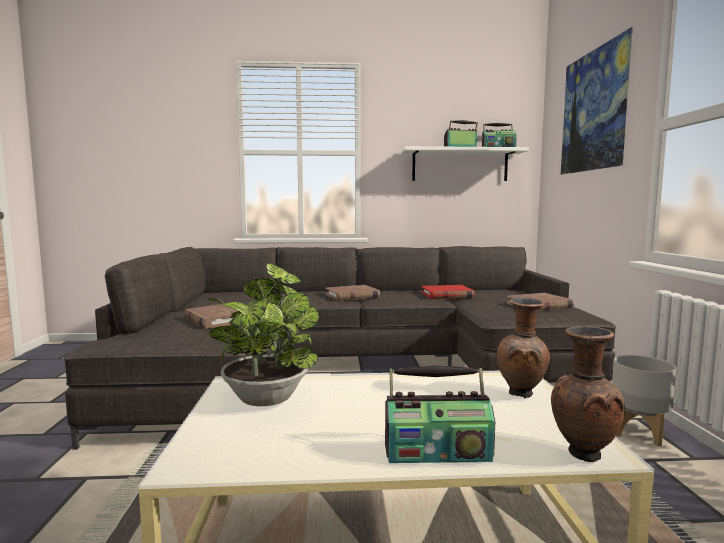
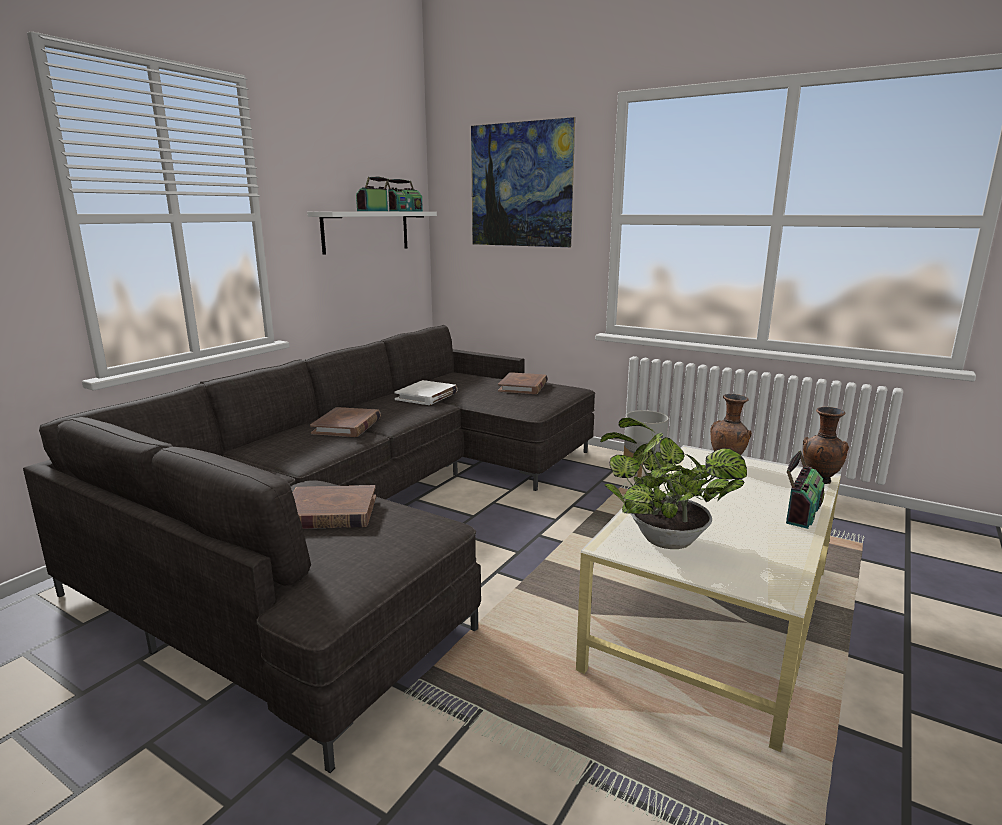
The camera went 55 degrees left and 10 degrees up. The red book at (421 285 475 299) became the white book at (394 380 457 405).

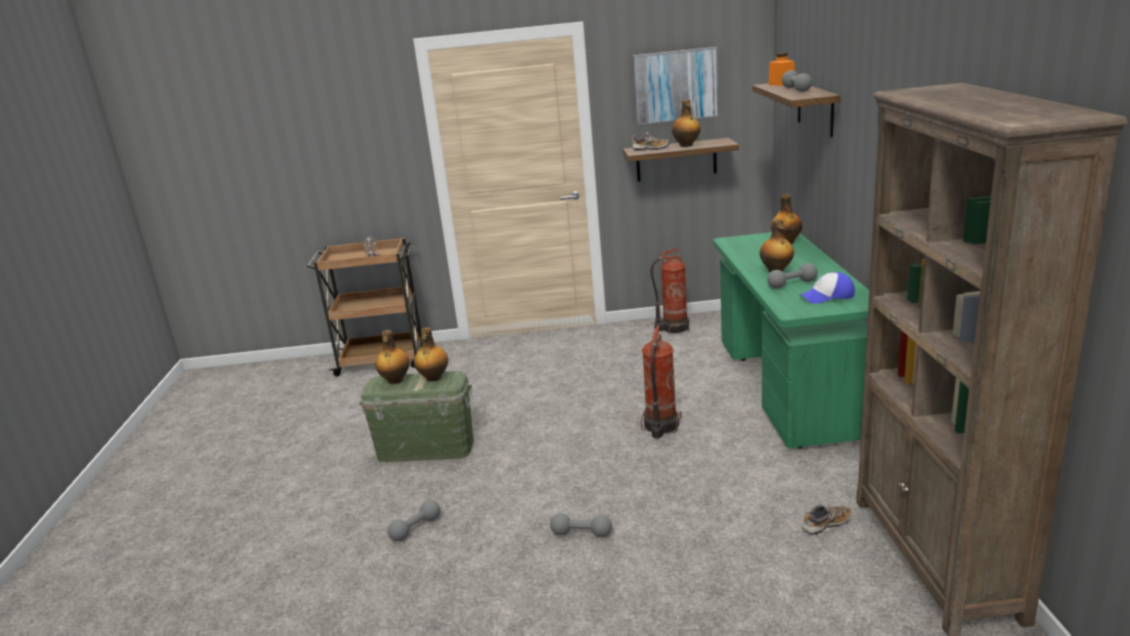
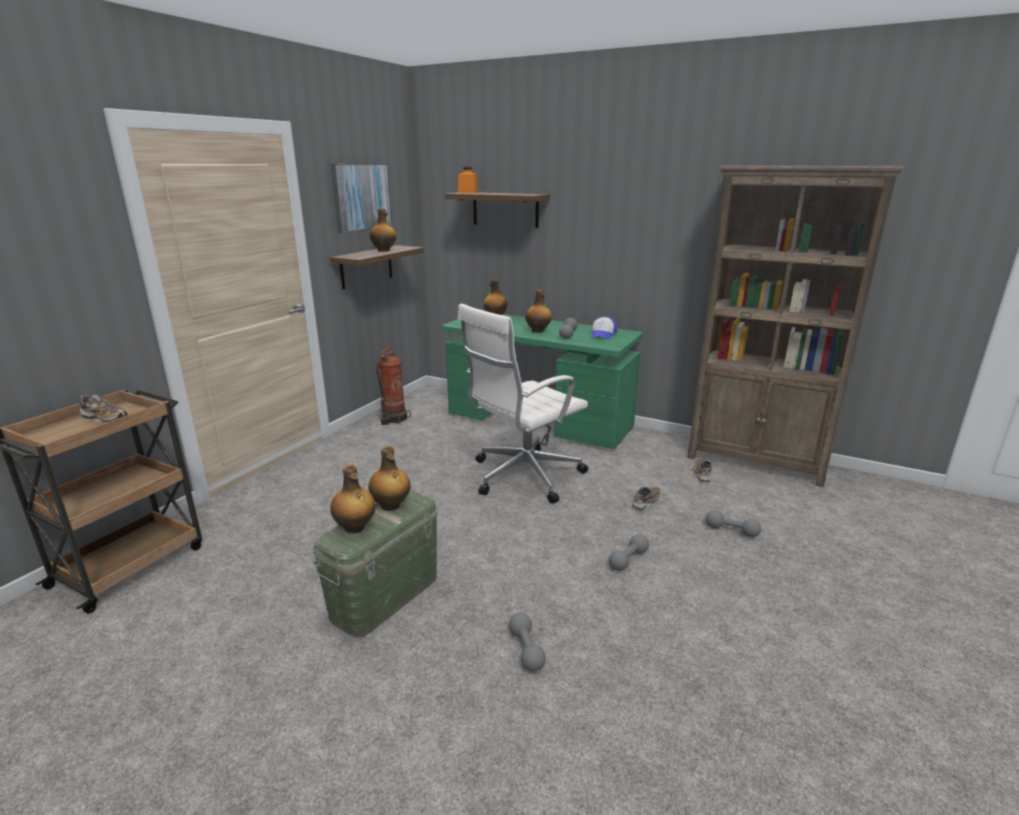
The camera went 60 degrees left and 0 degrees up. The shoe moved from (631 132 670 151) to (632 487 661 510). The fire extinguisher at (641 325 682 438) was replaced by the white office chair at (458 304 588 504). The grey dumbbell moved from (782 70 812 92) to (706 510 761 537).

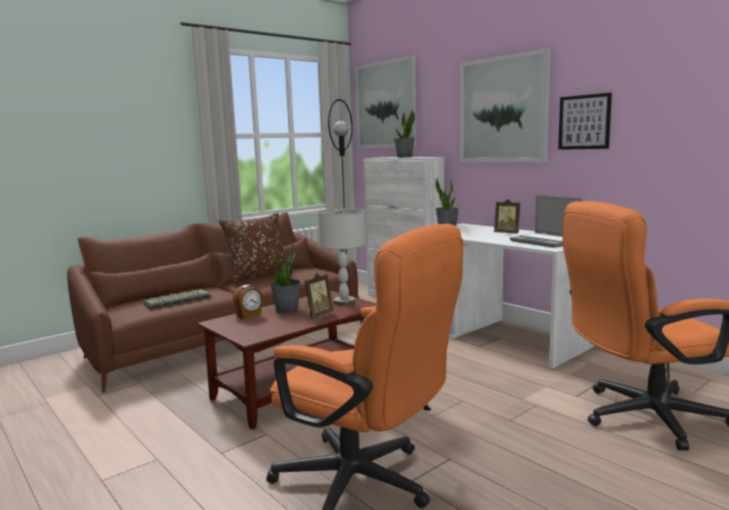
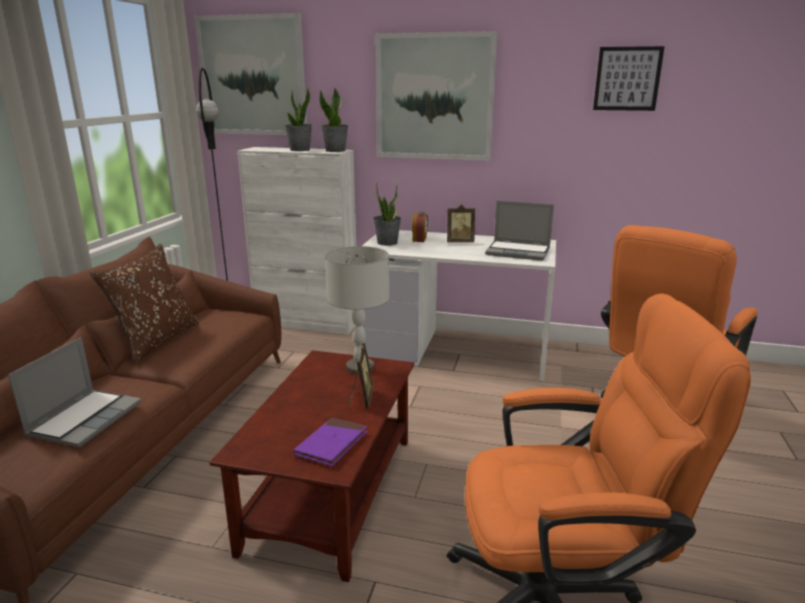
The camera went 35 degrees left and 10 degrees up. The keyboard at (143 289 211 309) was replaced by the laptop at (8 337 141 447). The alarm clock moved from (233 284 263 319) to (412 212 428 242). The potted plant moved from (270 241 301 313) to (320 88 349 152). The picture moved from (558 93 612 150) to (593 46 665 111). The purple book at (294 418 367 466) appeared.

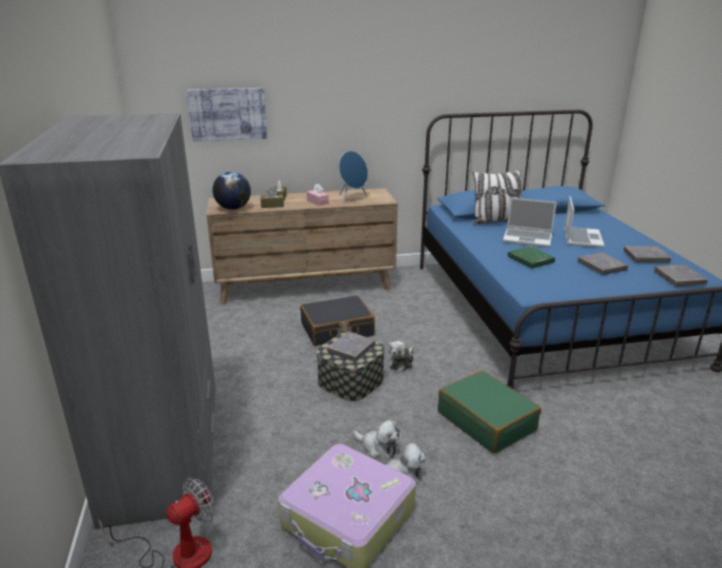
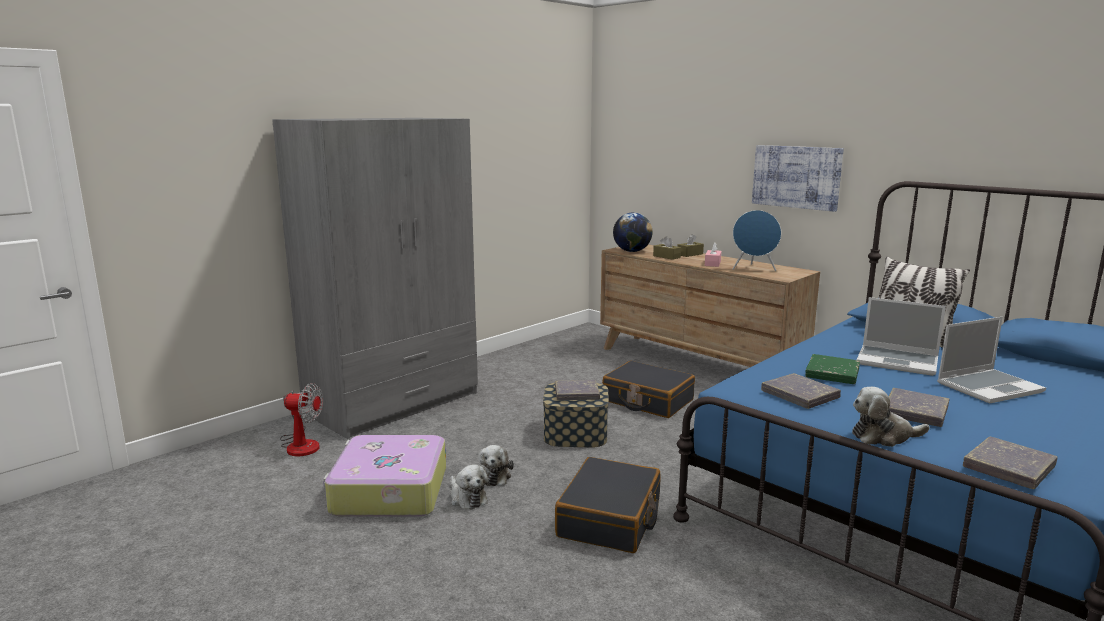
The camera went 55 degrees right and 10 degrees down. The picture moved from (186 88 267 142) to (752 145 844 212). The plush toy moved from (388 341 414 372) to (852 387 929 447). The green suitcase at (438 370 541 454) became the black suitcase at (555 457 661 553). The laptop at (503 197 557 248) turned 45 degrees counterclockwise. The grey book moved from (624 246 671 263) to (761 373 841 409).

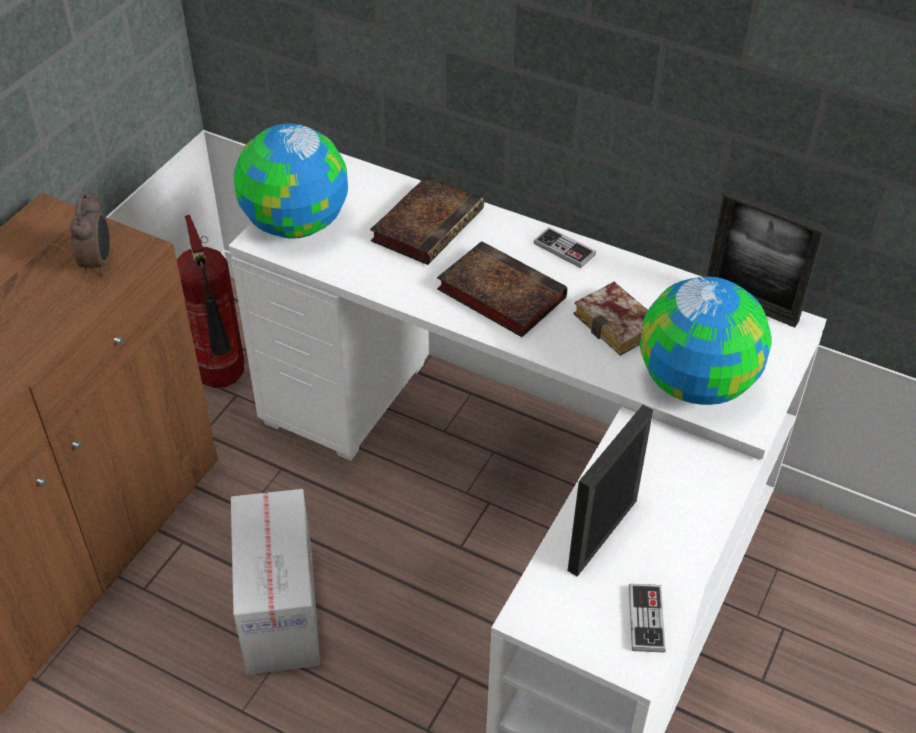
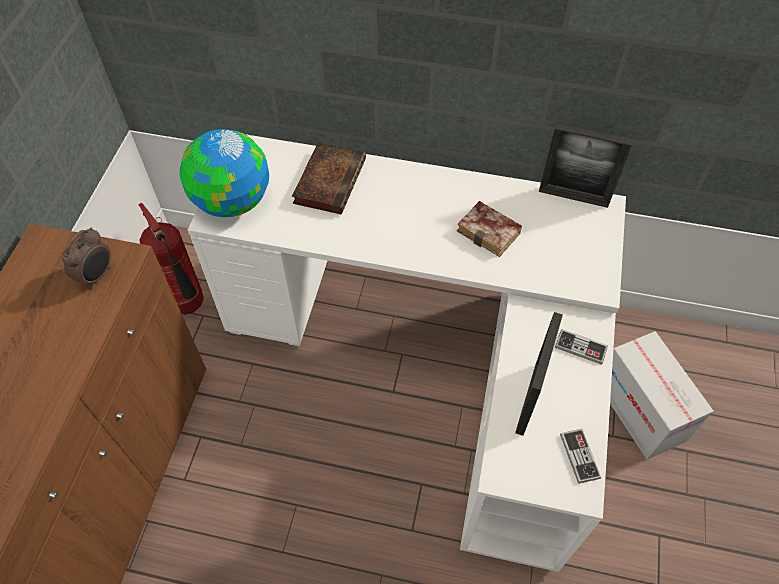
The camera went 15 degrees left and 10 degrees up. The alarm clock at (70 192 110 275) turned 45 degrees clockwise. The cardboard box moved from (231 489 320 675) to (610 331 714 459). The book at (437 241 567 337) disappeared. The game controller moved from (534 227 596 268) to (555 329 608 365). The globe at (640 277 772 405) disappeared.

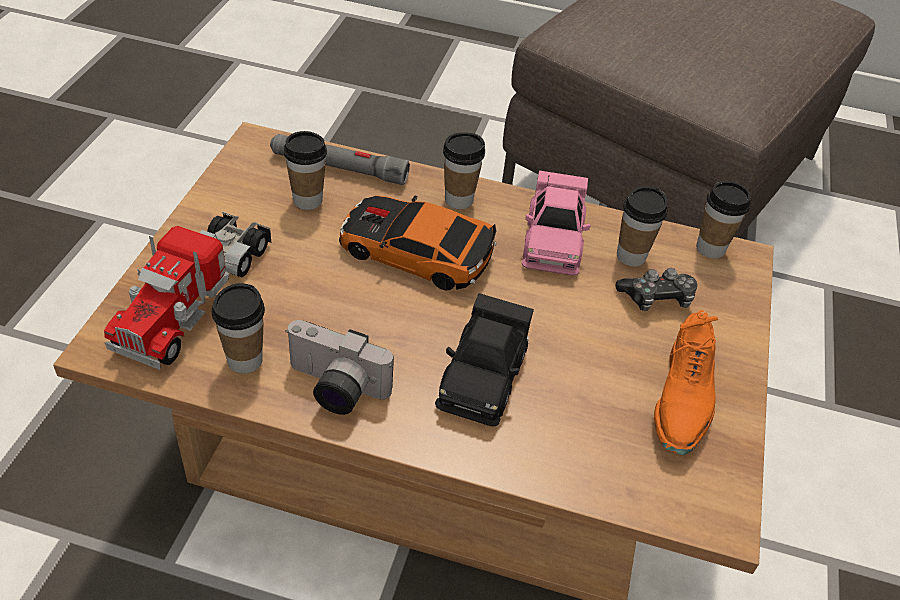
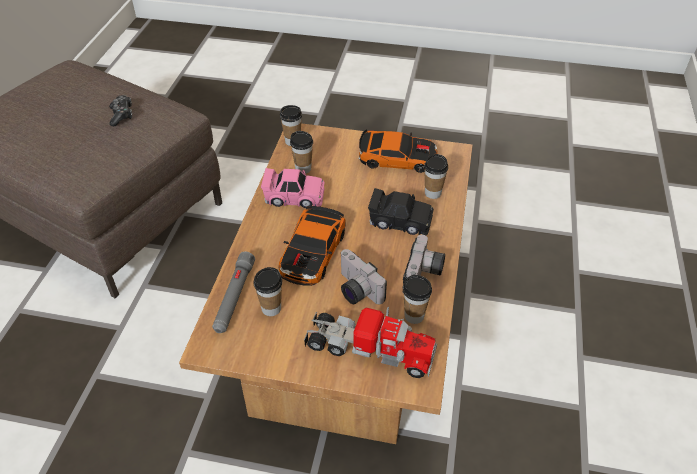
The camera went 90 degrees left and 0 degrees up. The cup moved from (443 132 485 209) to (424 154 448 199). The game controller moved from (615 268 697 311) to (109 95 132 126). The orange shoe at (654 310 718 455) was replaced by the toy car at (358 130 438 173). The photo camera at (340 249 387 304) appeared.

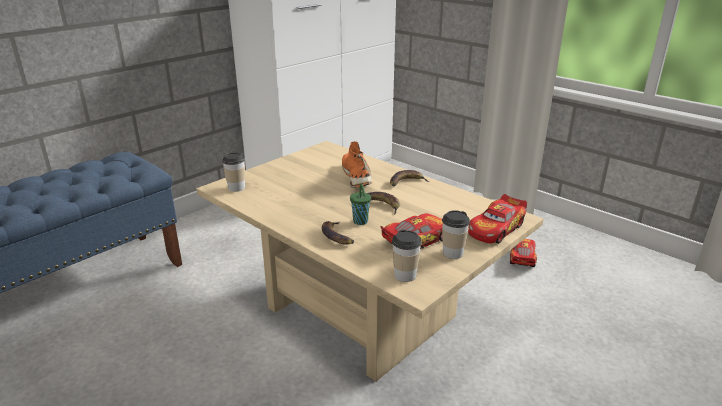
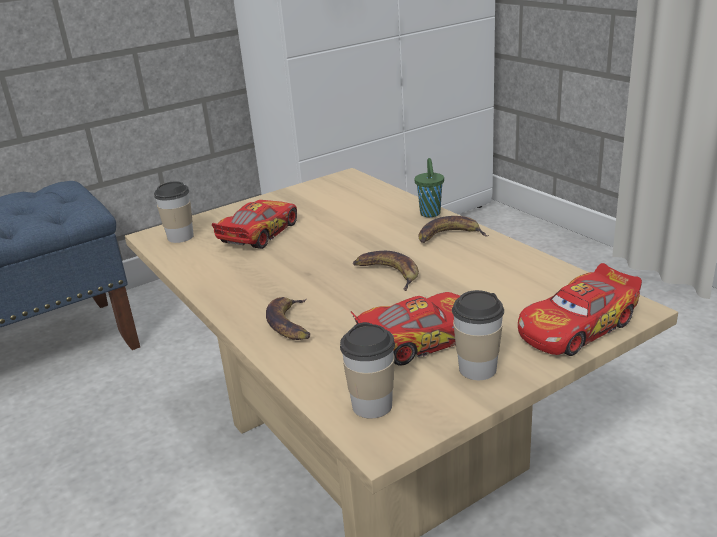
The camera went 15 degrees right and 0 degrees up. The orange shoe at (342 141 372 187) disappeared. The green cup moved from (350 184 371 225) to (415 158 444 217). The toy car moved from (510 239 537 267) to (212 200 297 249).

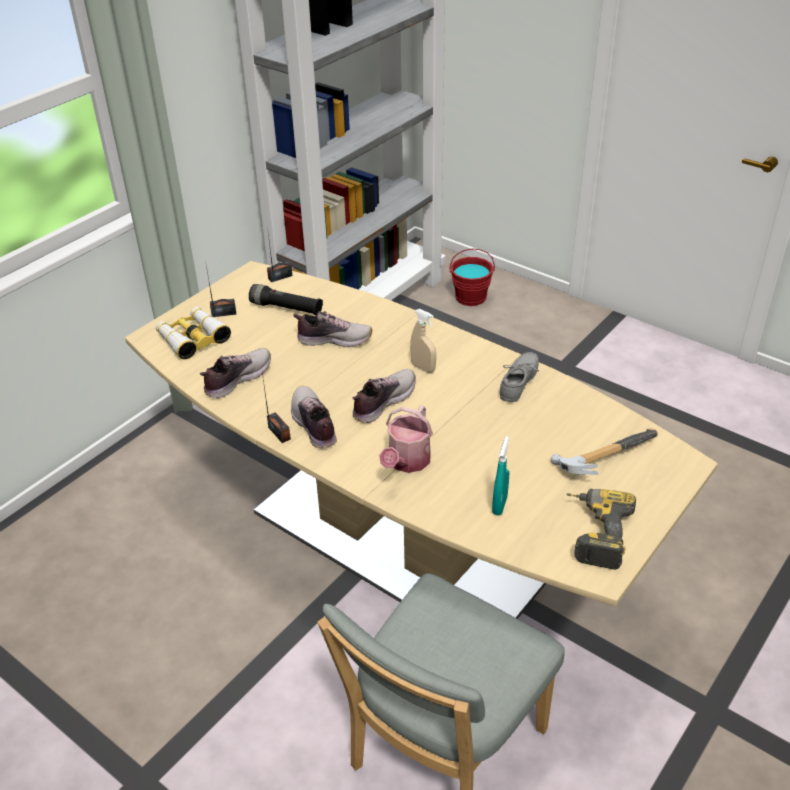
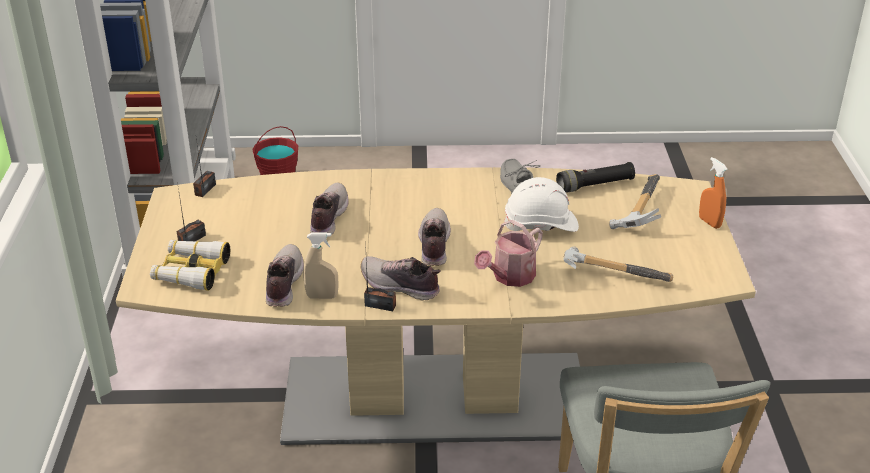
The camera went 40 degrees left and 5 degrees down. The black flashlight moved from (249 284 323 316) to (556 162 635 192). The shoe at (293 311 372 347) turned 45 degrees counterclockwise. The watering can at (379 406 433 473) turned 60 degrees clockwise. The beige spray bottle moved from (410 309 436 373) to (303 232 338 299). The turquoise spray bottle at (492 436 509 515) was replaced by the hammer at (563 247 673 282). The power drill at (566 489 636 570) disappeared. The white hard hat at (504 177 579 232) appeared. The orange spray bottle at (699 157 728 229) appeared.

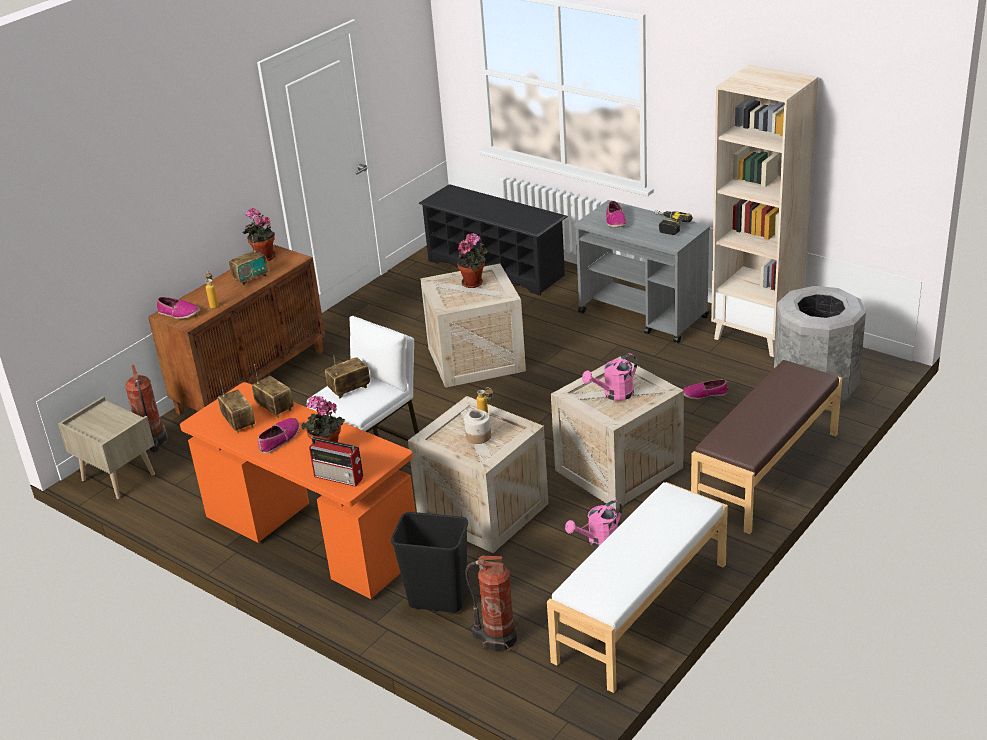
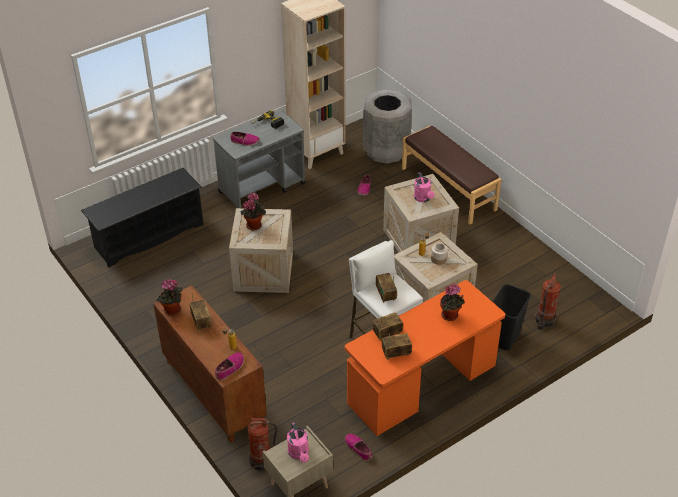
The camera went 75 degrees left and 10 degrees up. The shoe moved from (258 418 300 454) to (345 434 372 461). The radio at (309 437 363 487) disappeared. The white bench at (547 482 728 693) disappeared. The pink watering can moved from (565 500 622 548) to (287 422 309 463).

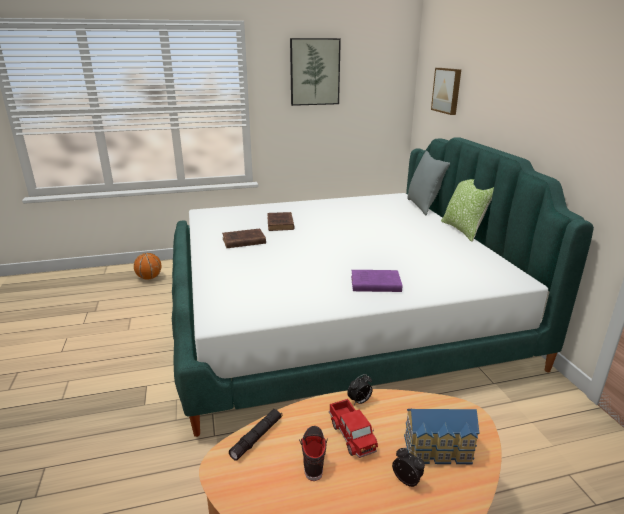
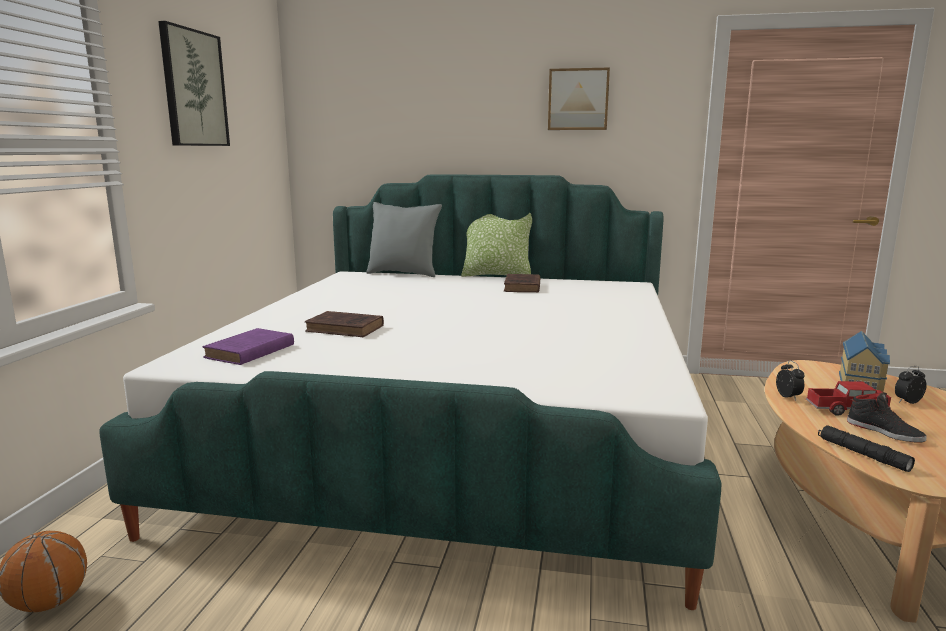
The camera went 65 degrees left and 10 degrees down. The brown book moved from (222 228 266 248) to (504 274 540 293). The black shoe at (299 426 328 481) turned 150 degrees counterclockwise. The purple book moved from (351 270 402 292) to (202 328 294 365). The picture moved from (431 68 461 115) to (548 67 610 130).

